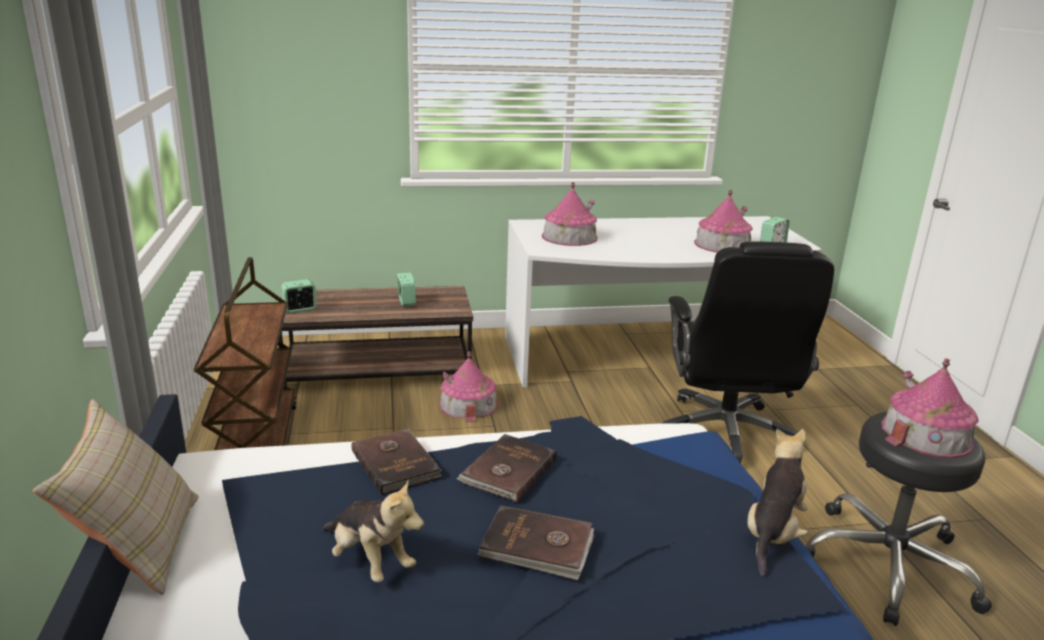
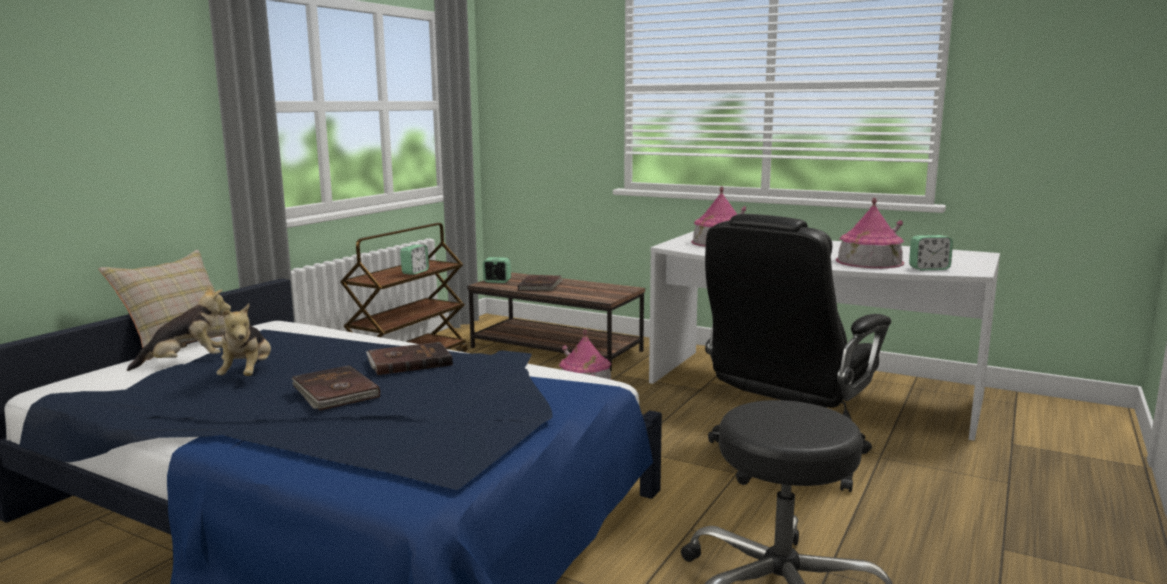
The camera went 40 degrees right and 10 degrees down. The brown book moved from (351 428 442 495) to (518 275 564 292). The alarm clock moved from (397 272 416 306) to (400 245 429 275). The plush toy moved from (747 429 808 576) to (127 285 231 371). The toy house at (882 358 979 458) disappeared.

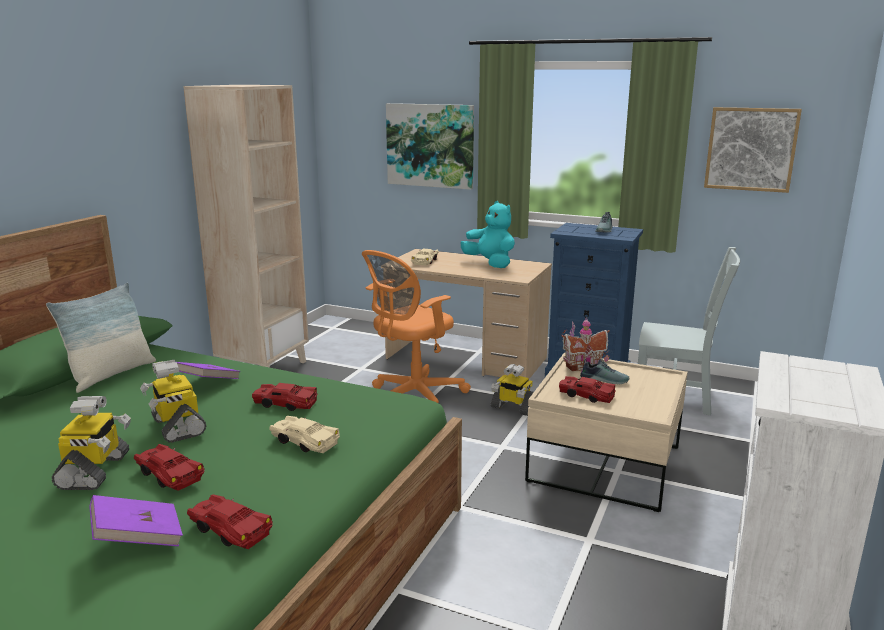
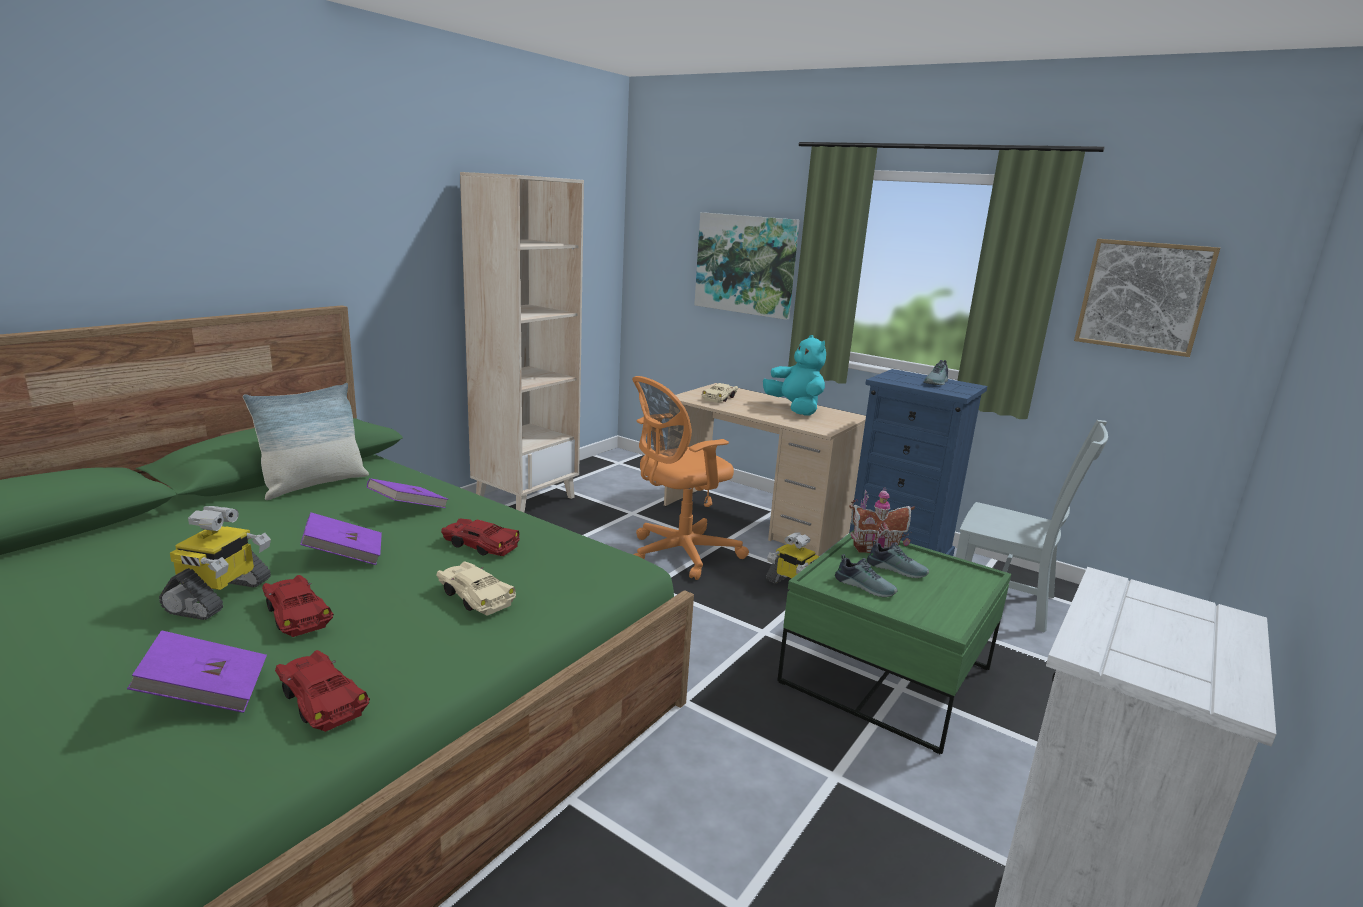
The camera went 10 degrees right and 0 degrees up. The toy robot at (140 360 206 443) was replaced by the purple book at (300 512 382 565). The beige coffee table at (525 353 688 512) became the green coffee table at (777 530 1011 754). The red toy car at (559 376 616 403) was replaced by the shoe at (835 554 897 597).

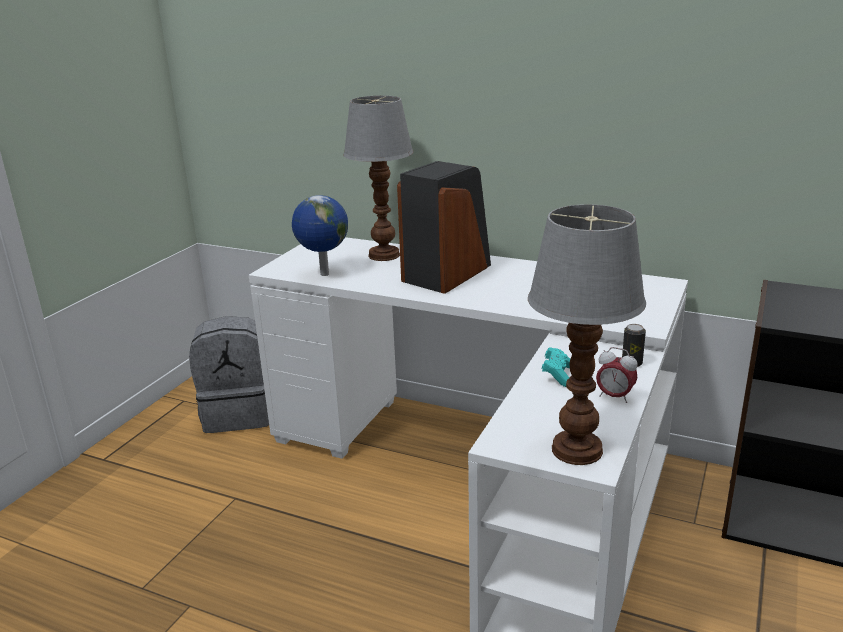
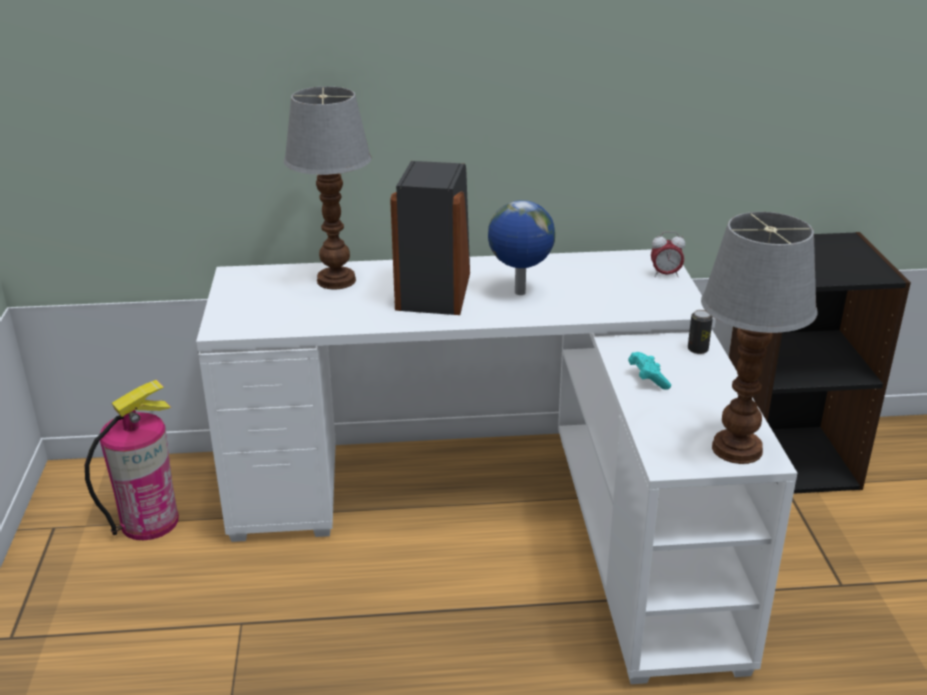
The camera went 30 degrees left and 5 degrees up. The grey backpack at (189 316 269 433) was replaced by the fire extinguisher at (85 380 179 540). The globe moved from (292 195 348 276) to (488 200 555 295). The alarm clock moved from (596 347 638 403) to (651 232 685 277).

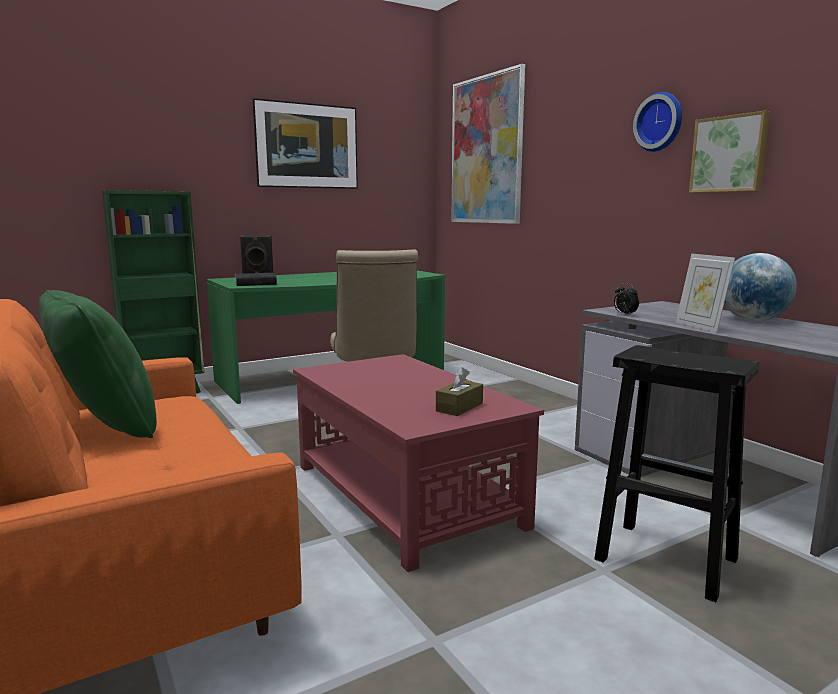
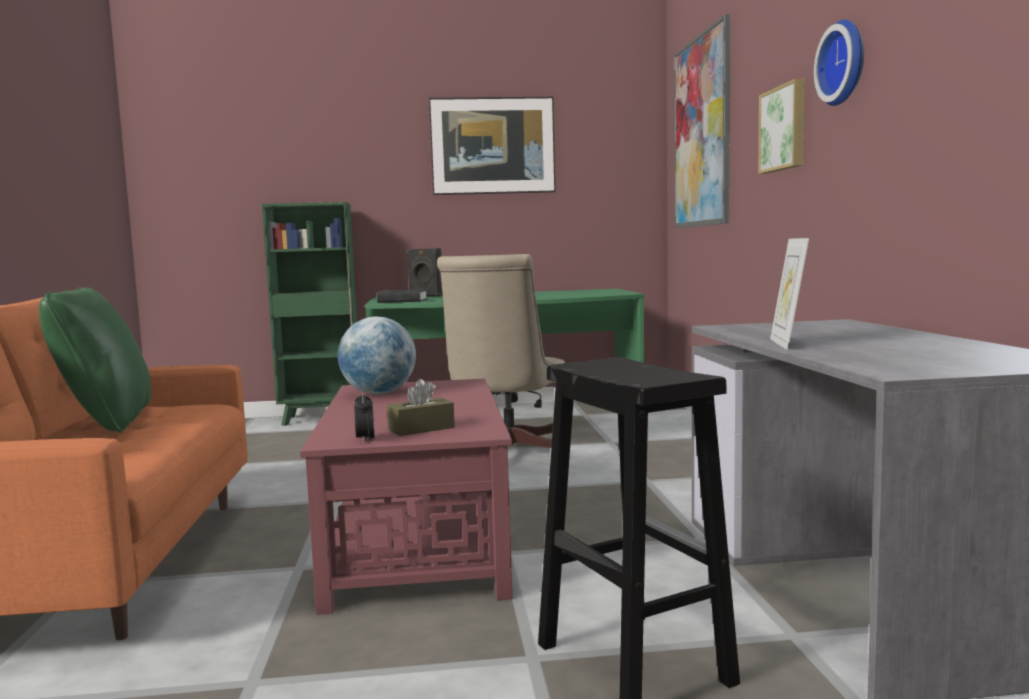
The camera went 25 degrees right and 5 degrees down. The alarm clock moved from (614 283 639 316) to (354 389 375 443). The picture moved from (689 111 770 193) to (758 79 805 174). The globe moved from (724 253 797 321) to (338 317 416 394).

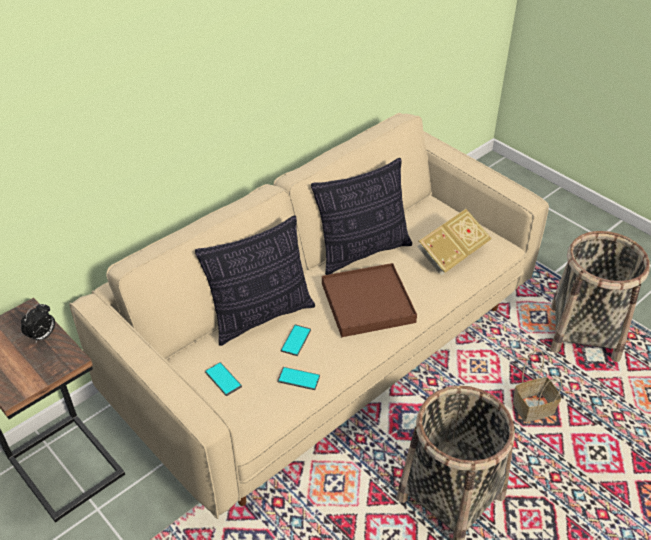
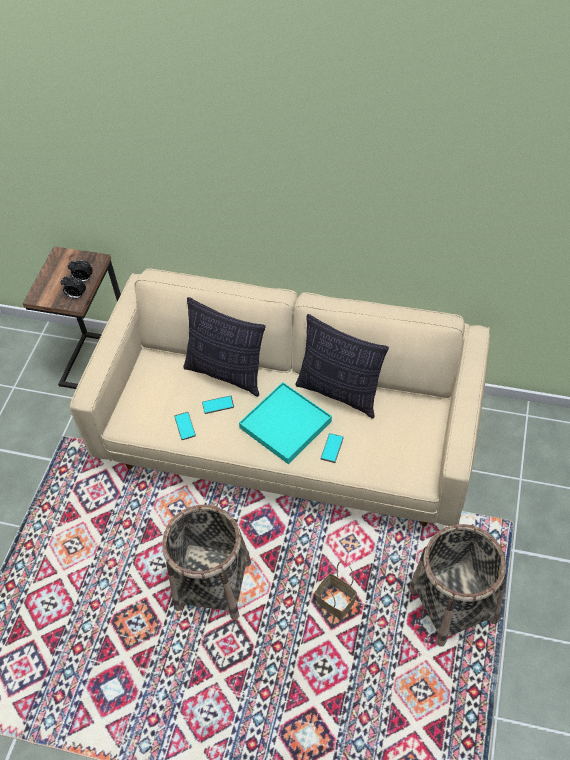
The camera went 60 degrees right and 10 degrees up. The phone moved from (205 362 242 396) to (321 433 344 463). The brown tray at (322 263 417 337) became the turquoise tray at (239 382 332 464). The book at (417 209 492 276) disappeared. The alarm clock at (60 276 86 299) appeared.

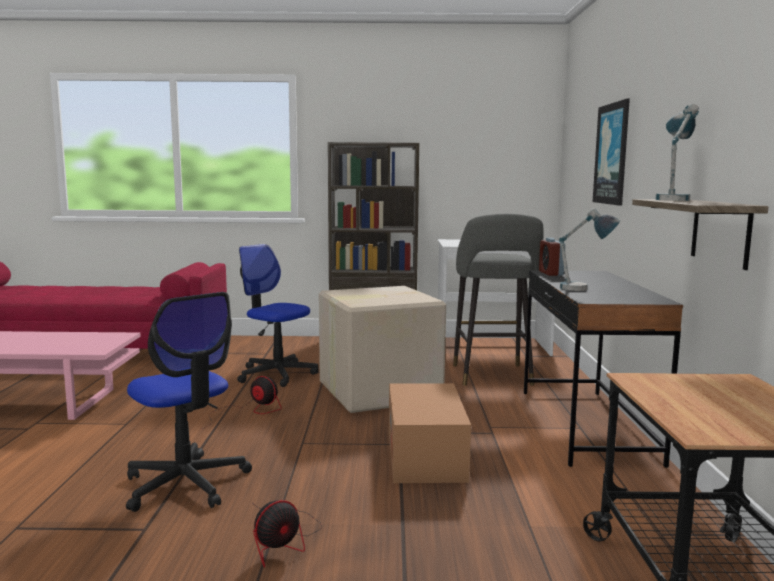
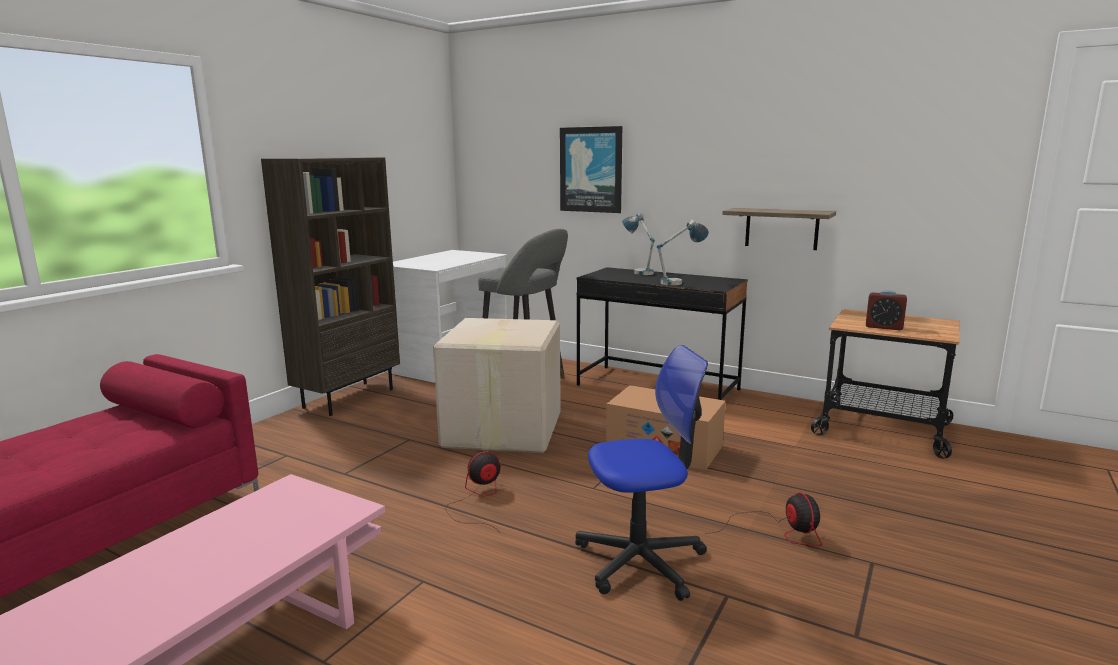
The camera went 60 degrees left and 5 degrees up. The office chair at (237 244 319 387) disappeared. The alarm clock moved from (539 238 565 276) to (866 290 907 330). The table lamp moved from (655 104 699 201) to (622 213 655 275).

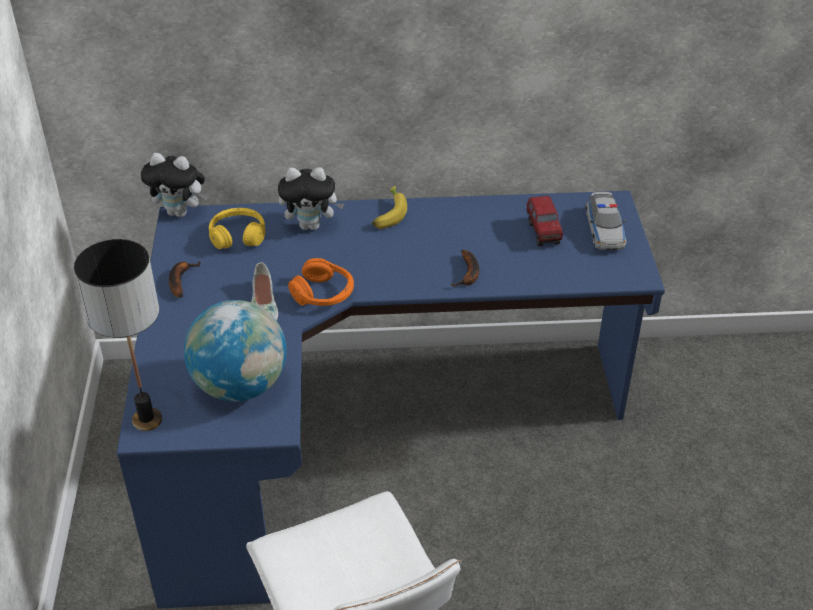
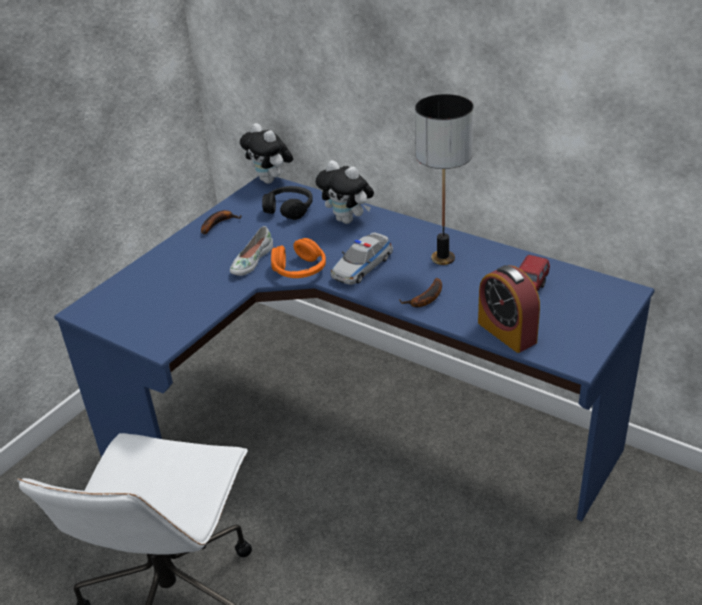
The camera went 40 degrees right and 5 degrees down. The table lamp moved from (74 239 162 431) to (415 94 473 265). The globe at (184 300 286 402) disappeared. The yellow headphones at (209 208 266 249) became the black headphones at (262 186 313 220). The banana at (372 186 407 229) disappeared. The toy car moved from (585 192 626 250) to (330 233 393 285). The alarm clock at (478 265 540 353) appeared.

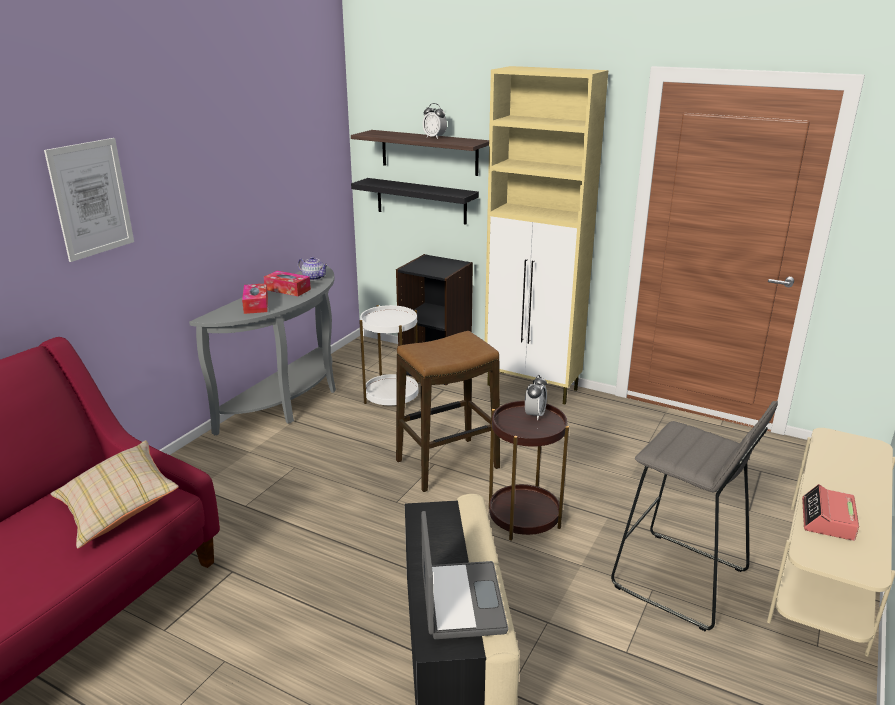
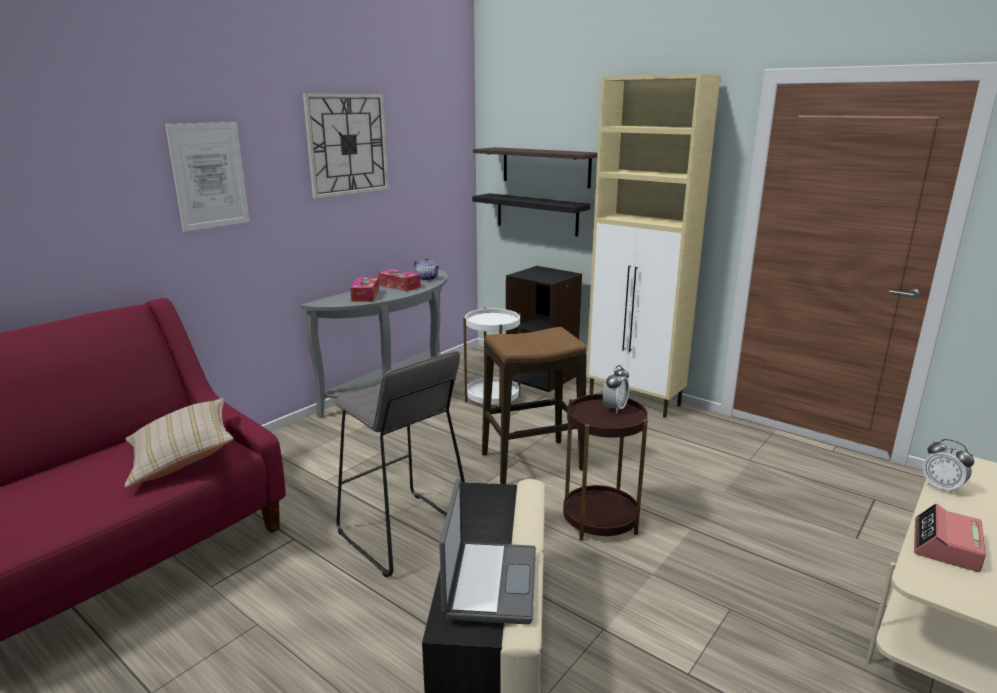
The camera went 10 degrees right and 5 degrees down. The alarm clock moved from (423 103 447 139) to (923 439 974 495). The grey stool moved from (611 401 778 631) to (334 351 465 577). The wall clock at (303 93 389 199) appeared.

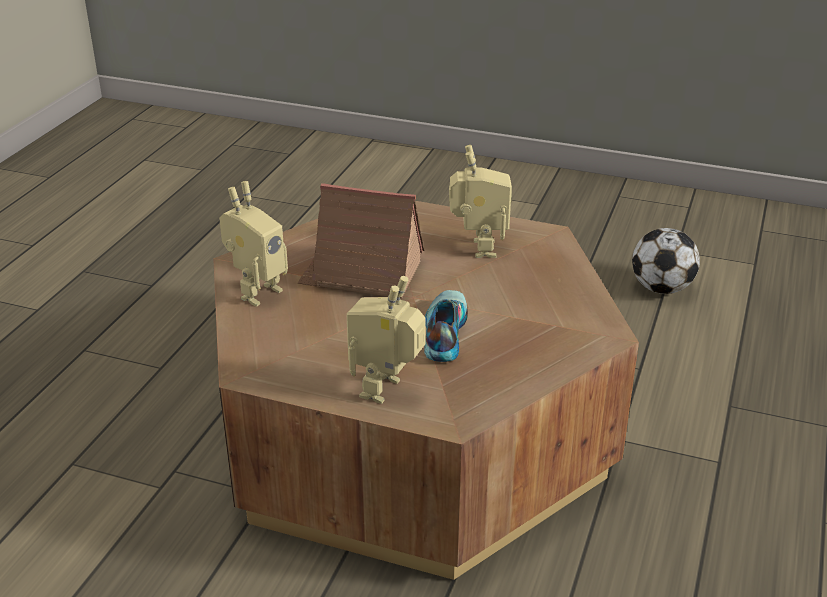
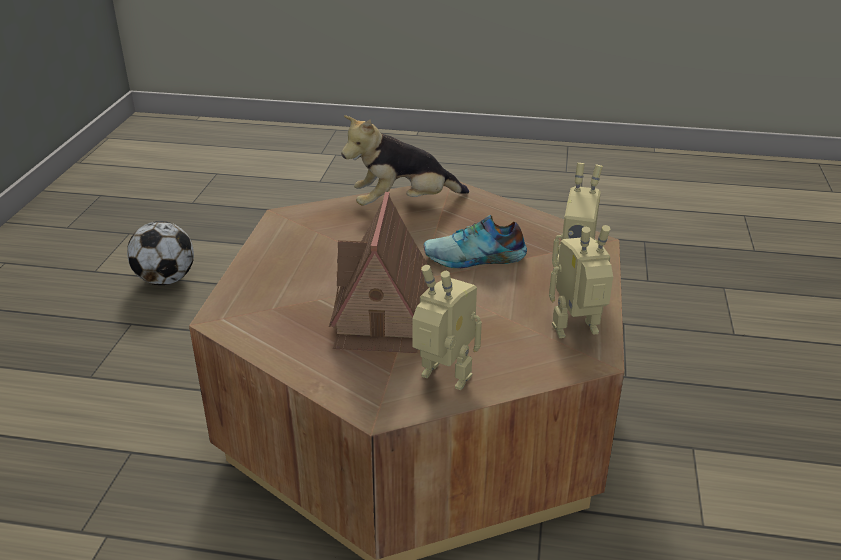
The camera went 100 degrees left and 0 degrees up. The toy robot moved from (449 145 512 258) to (549 225 613 338). The plush toy at (341 115 469 206) appeared.

